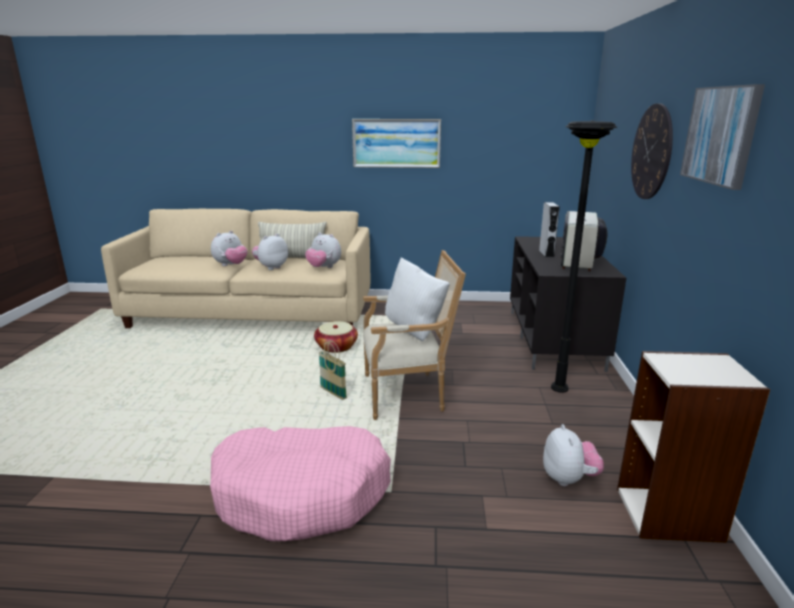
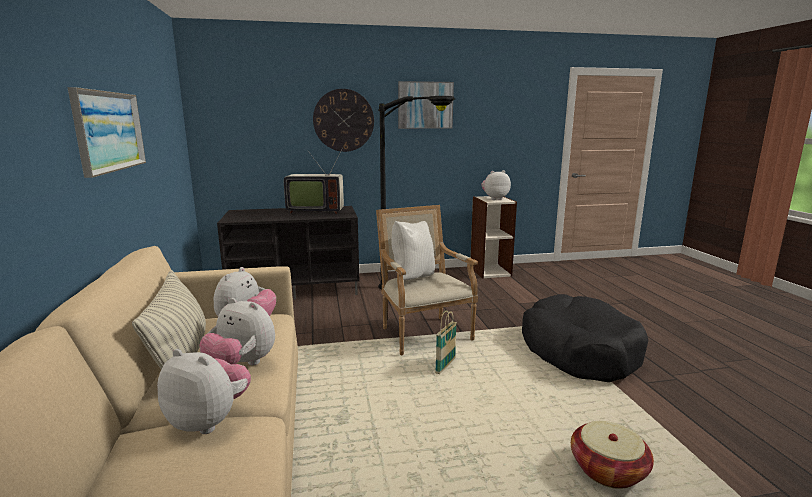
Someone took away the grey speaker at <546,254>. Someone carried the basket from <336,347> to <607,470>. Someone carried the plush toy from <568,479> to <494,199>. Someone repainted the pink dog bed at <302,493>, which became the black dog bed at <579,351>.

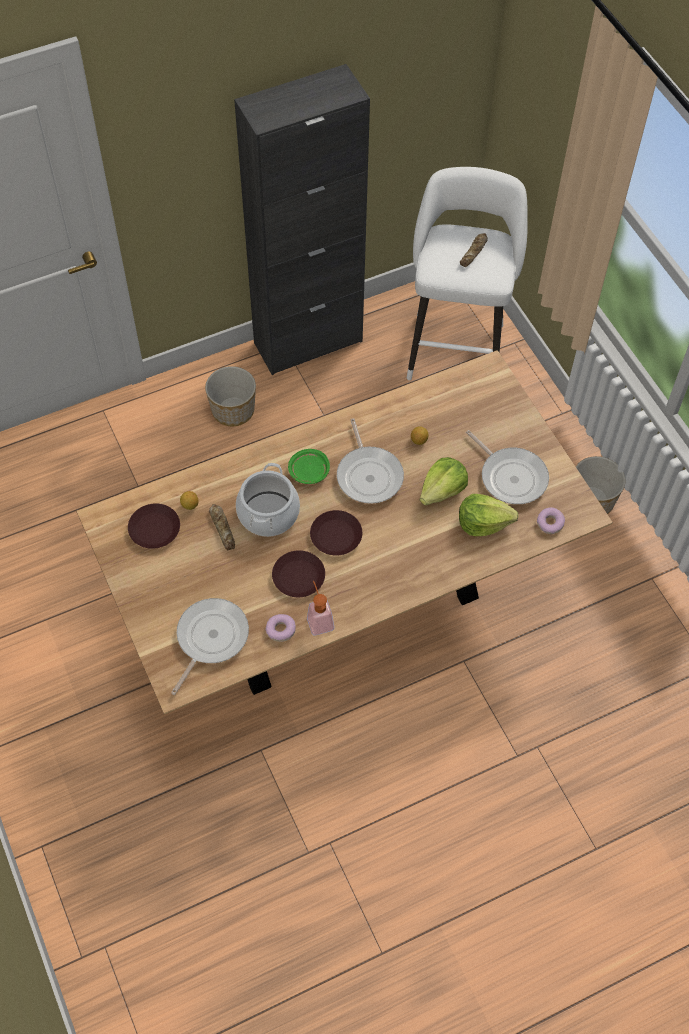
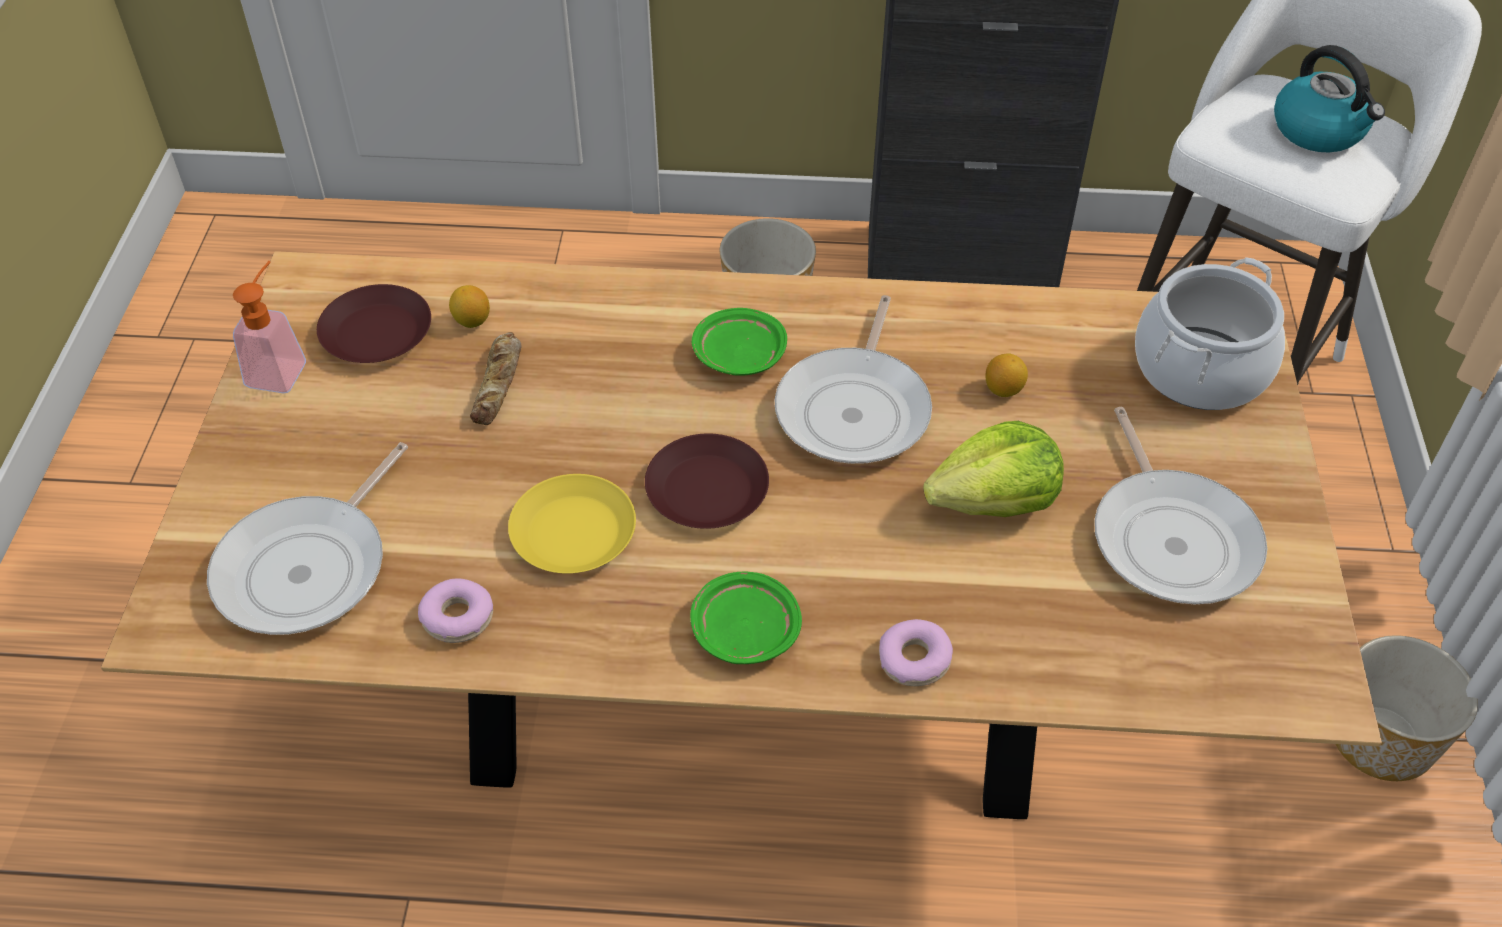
Someone took away the lettuce at <483,522>. Someone put down the green plate at <744,629>. Someone carried the cooking pot from <268,514> to <1199,369>. Someone carried the soap dispenser from <319,619> to <281,367>. Someone carried the donut from <550,523> to <913,660>. Someone swapped the bread at <474,252> for the kettle at <1319,131>. Someone repainted the brown plate at <298,577>, which became the yellow plate at <572,533>. Someone rotated the frying pan at <210,638> by 150 degrees clockwise.

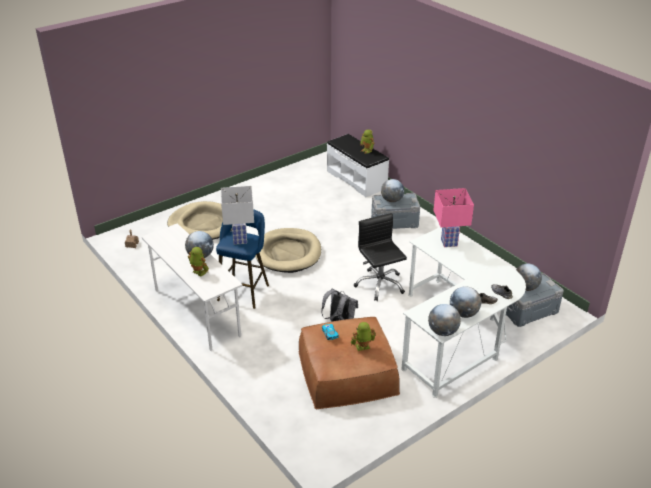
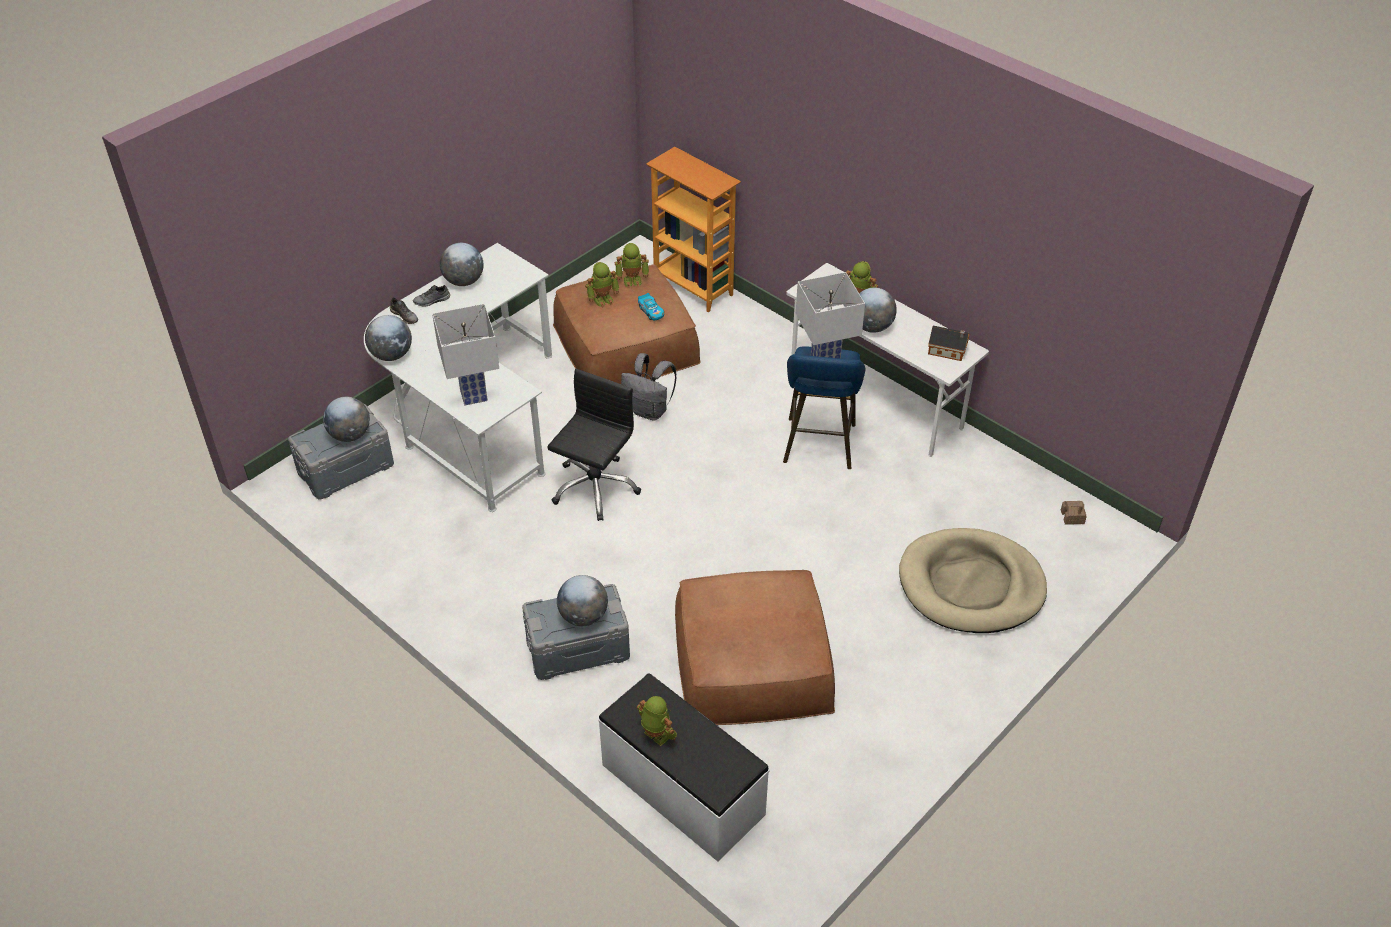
Someone took away the beige dog bed at <288,253>. Someone put down the toy robot at <632,280>. Someone put down the bookcase at <694,287>. Someone put down the brown ottoman at <752,661>. Someone put down the toy house at <948,351>. Someone carried the globe from <443,332> to <391,355>. Someone repainted the pink table lamp at <449,242>, which became the white table lamp at <473,396>. Someone rotated the black office chair at <379,285> by 120 degrees counterclockwise.

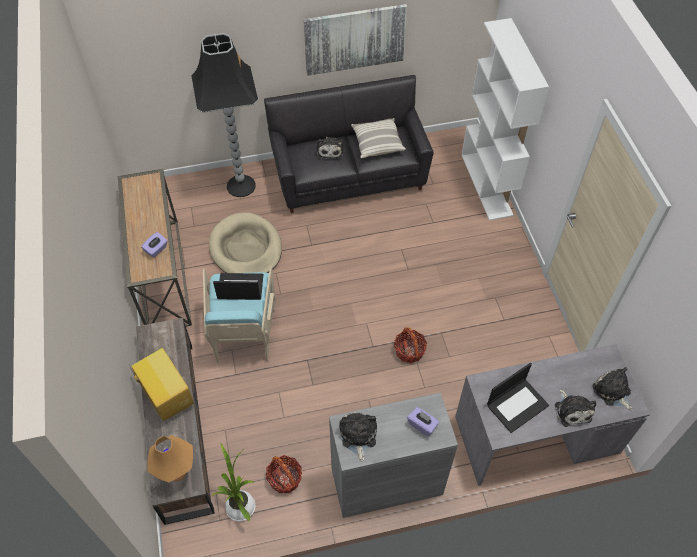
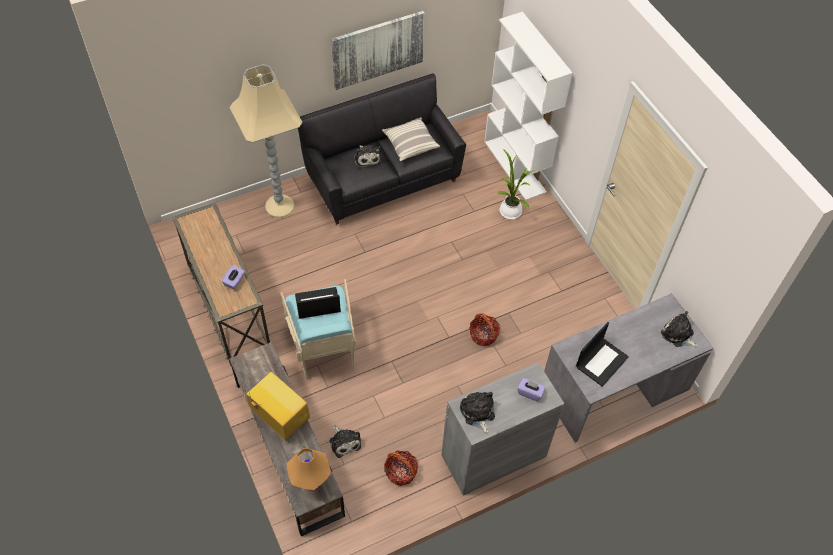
Someone took away the beige dog bed at <246,248>. Someone carried the potted plant from <240,504> to <509,210>. Someone carried the plush toy from <572,410> to <344,442>. Someone repainted the black floor lamp at <241,185>, which became the beige floor lamp at <280,205>.

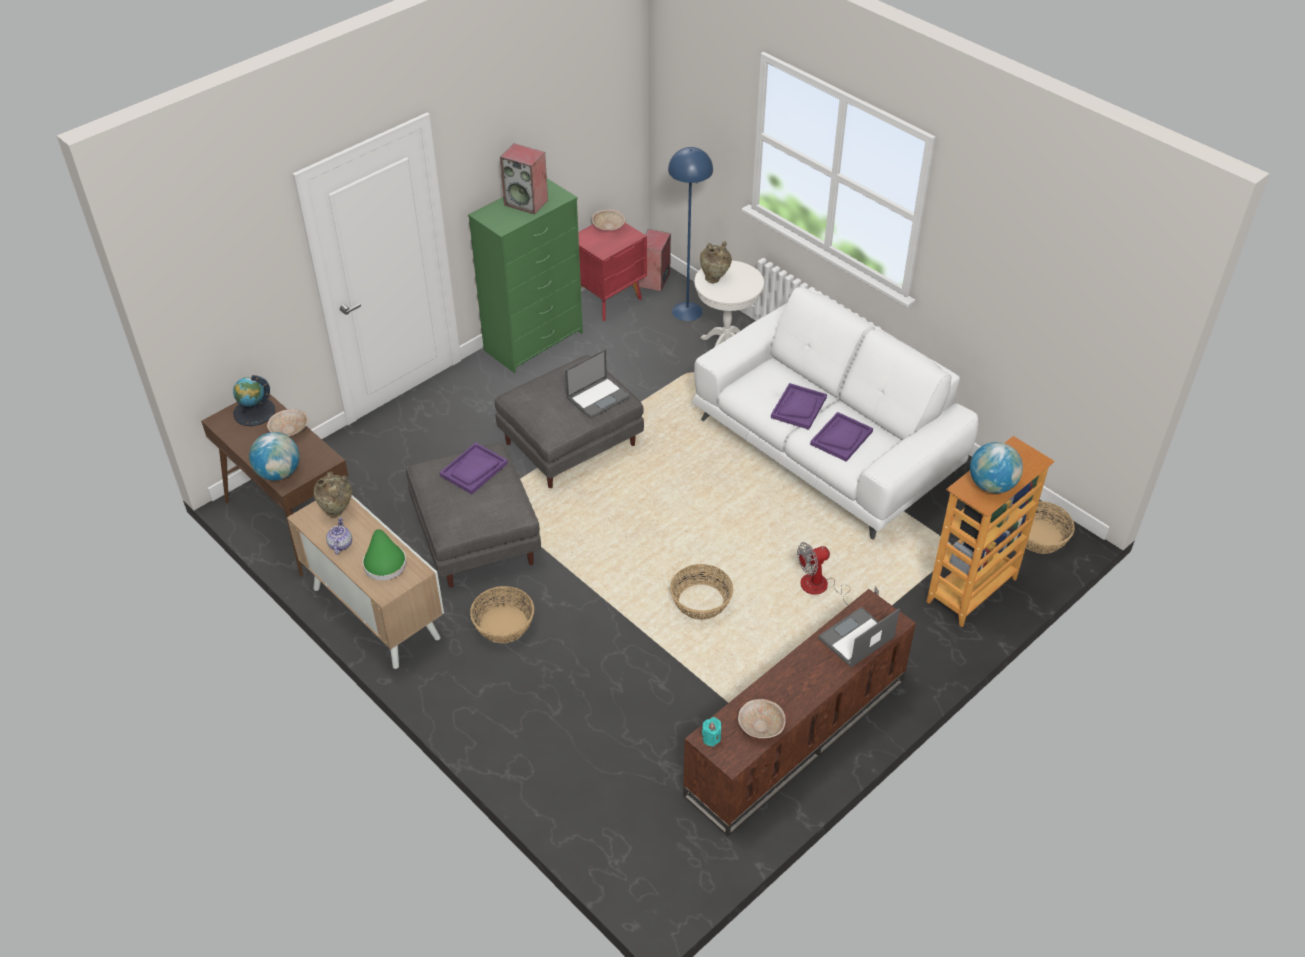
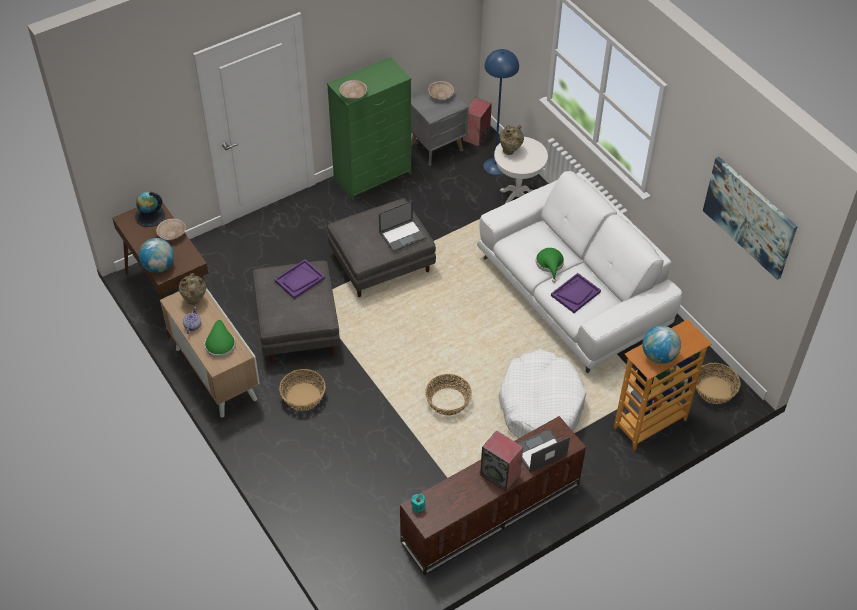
Someone put up the picture at <749,217>. Someone carried the speaker from <527,202> to <500,474>. Someone carried the beige bowl from <760,725> to <353,95>. Someone swapped the purple tray at <798,407> for the green hat at <550,264>. Someone swapped the fan at <823,588> for the white dog bed at <540,405>. Someone repainted the red nightstand at <609,299>, which became the grey nightstand at <437,148>.

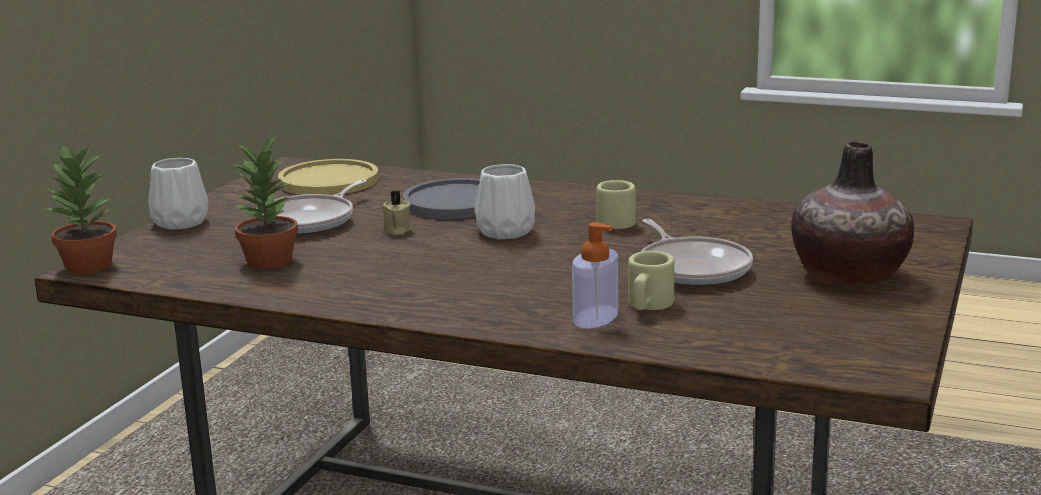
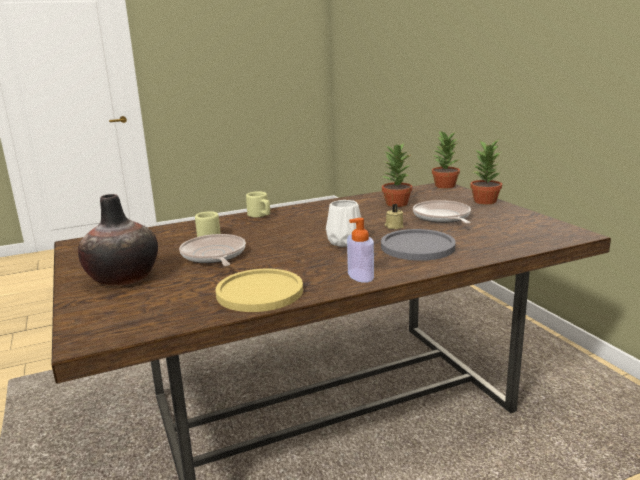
Someone carried the yellow plate from <329,180> to <259,292>. Someone carried the soap dispenser from <595,317> to <360,275>. Someone carried the beige mug from <616,221> to <260,215>. Someone swapped the white vase at <181,222> for the potted plant at <485,201>. Someone rotated the frying pan at <692,268> by 45 degrees clockwise.

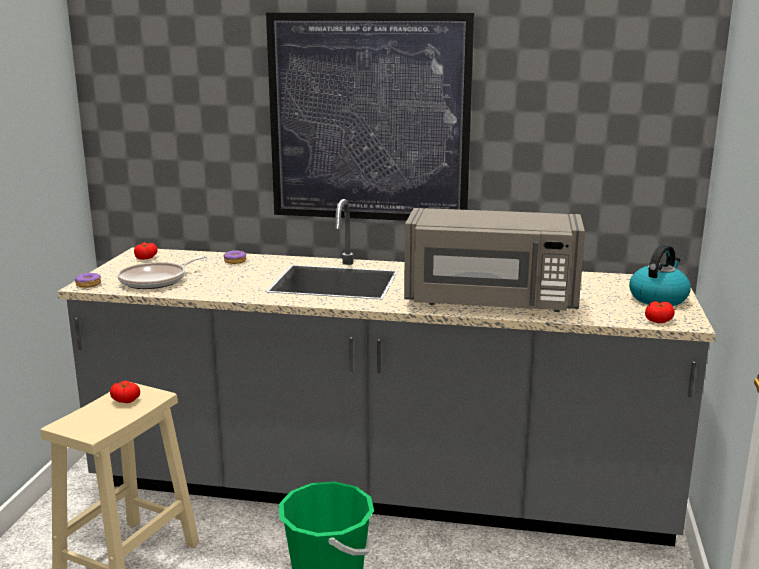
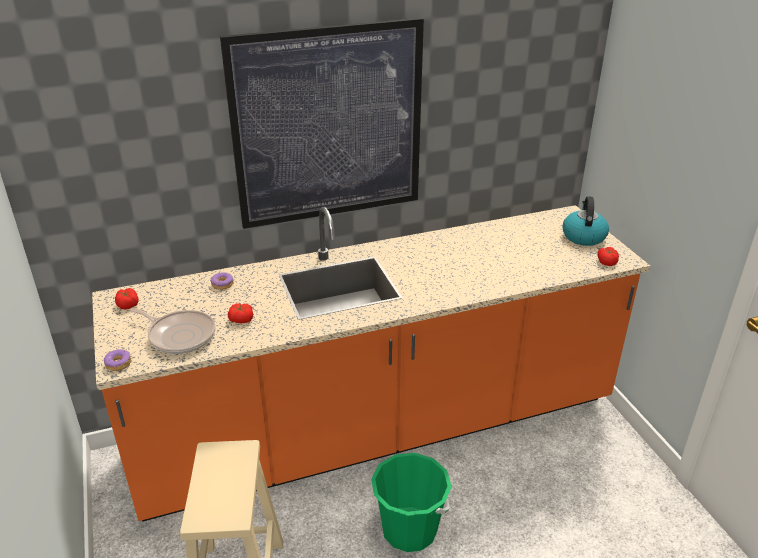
Someone took away the grey microwave at <491,302>. Someone carried the tomato from <125,399> to <241,319>. Someone repainted the grey counter at <379,490>, which became the orange counter at <379,430>. Someone rotated the frying pan at <156,280> by 75 degrees counterclockwise.

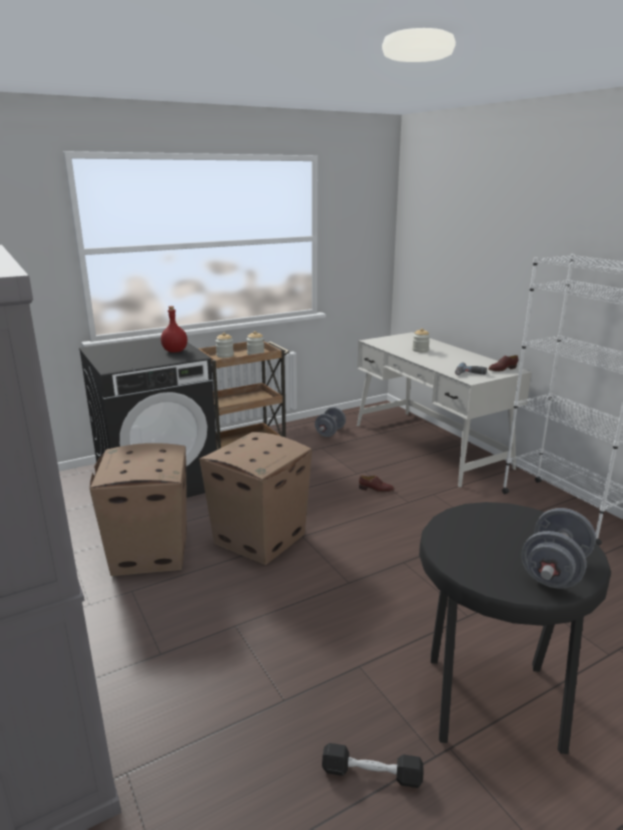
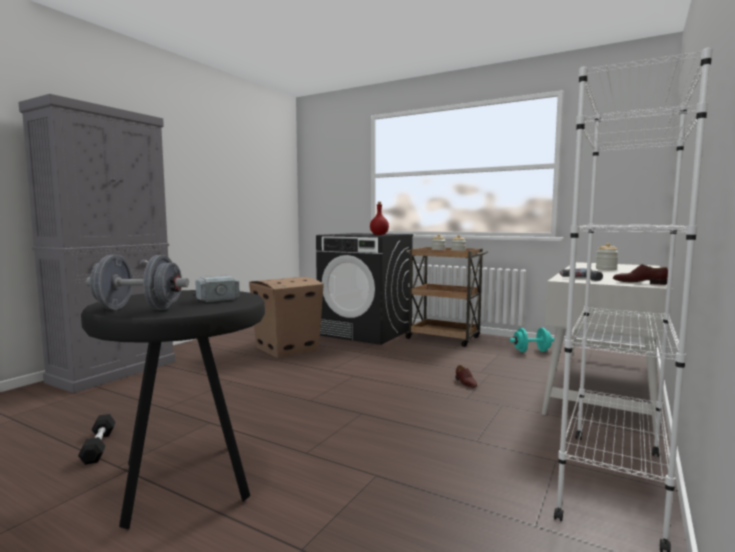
Someone took away the cardboard box at <261,538>. Someone put down the hammer at <212,296>. Someone repainted the grey dumbbell at <330,432>, which became the turquoise dumbbell at <531,351>.

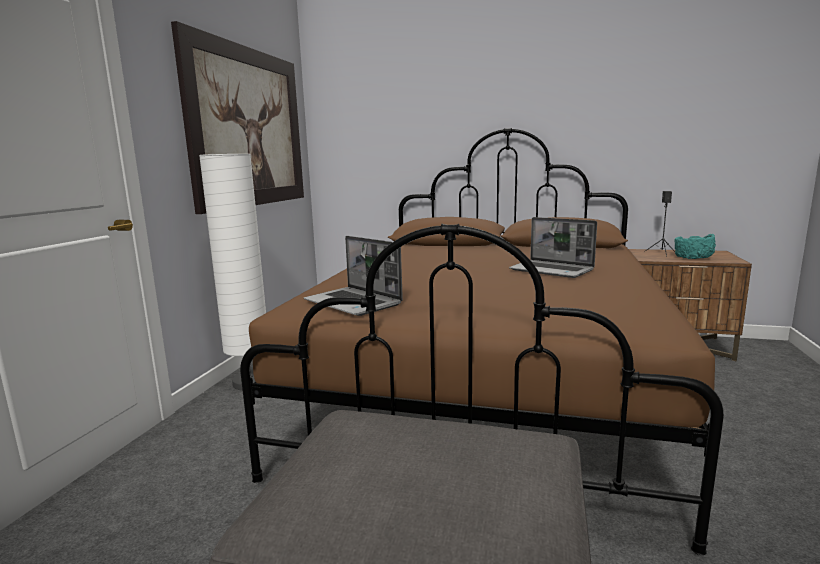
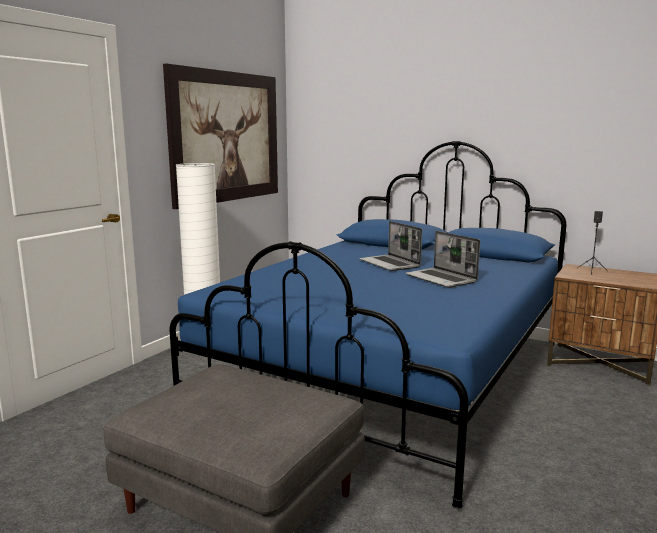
Someone took away the turquoise bowl at <693,258>. Someone carried the laptop from <354,303> to <390,264>. Someone repainted the brown bed at <488,387>, which became the blue bed at <391,375>.

